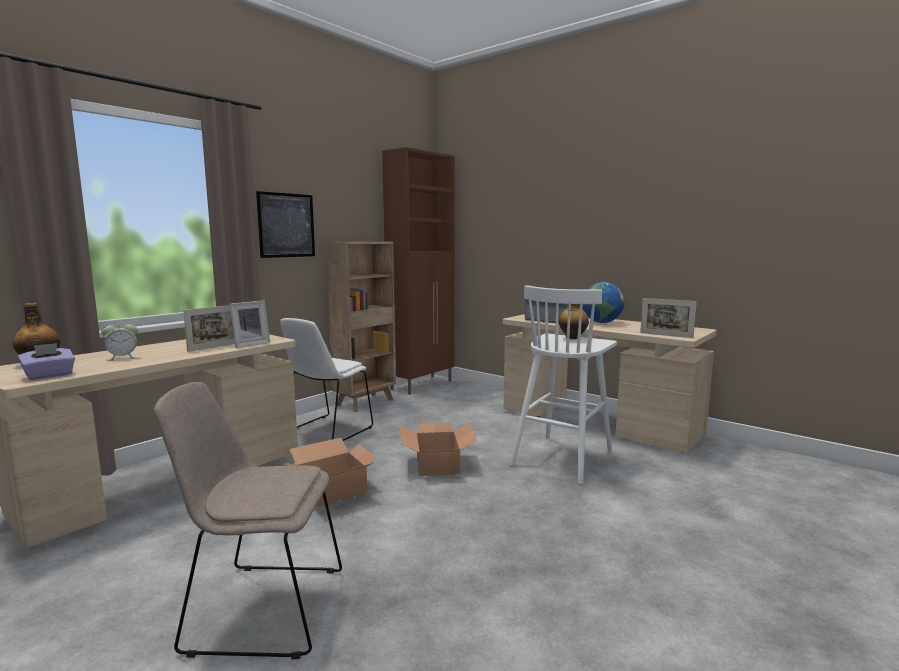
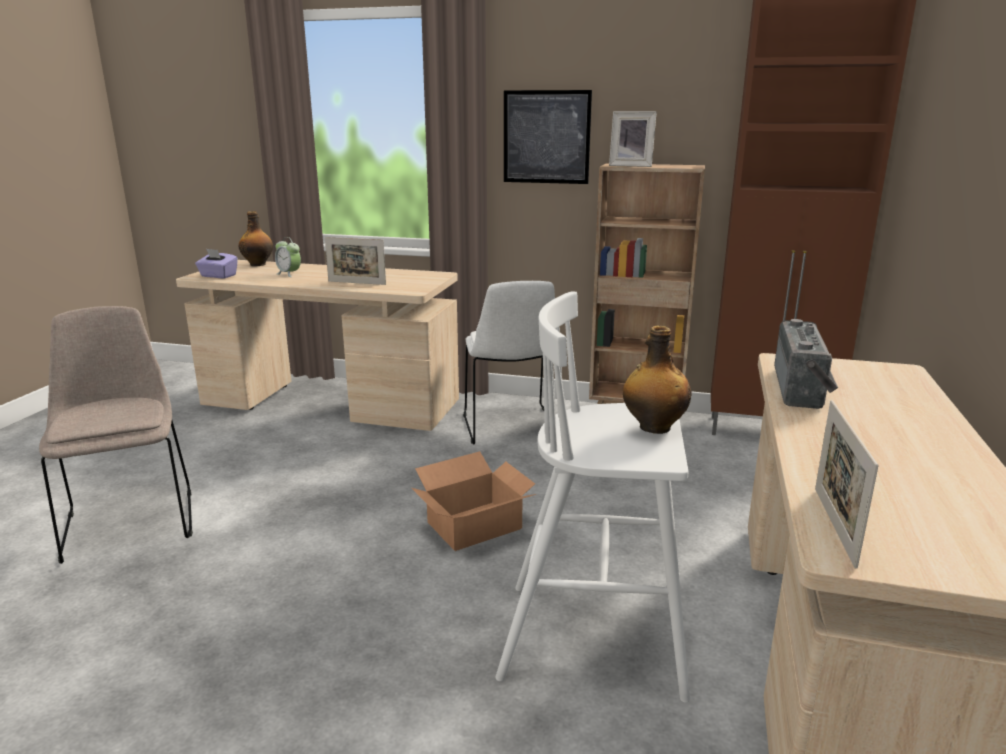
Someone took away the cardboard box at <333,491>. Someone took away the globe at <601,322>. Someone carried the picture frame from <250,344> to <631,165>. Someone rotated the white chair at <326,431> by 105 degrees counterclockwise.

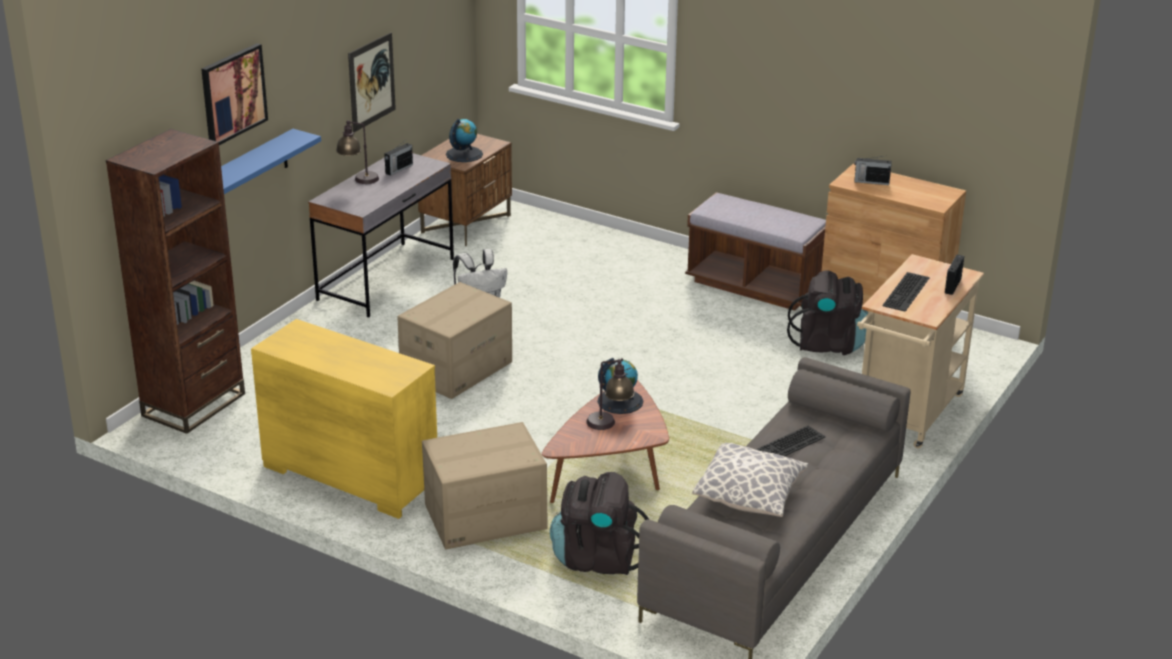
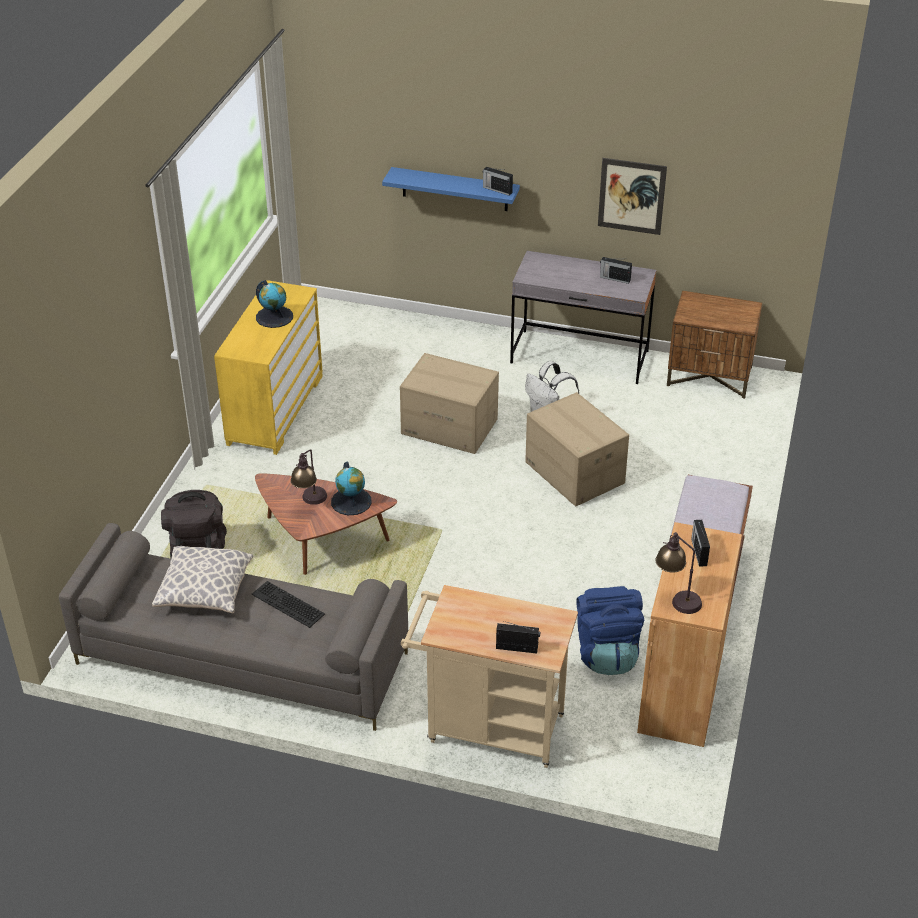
Someone took away the brown bookcase at <194,405>. Someone took away the picture at <233,94>. Someone took away the keyboard at <907,292>. Someone put down the radio at <497,190>. Someone carried the table lamp from <358,181> to <676,598>. Someone carried the cardboard box from <485,518> to <573,473>. Someone carried the globe from <464,154> to <274,317>. Someone repainted the black backpack at <828,344>, which became the blue backpack at <607,653>.

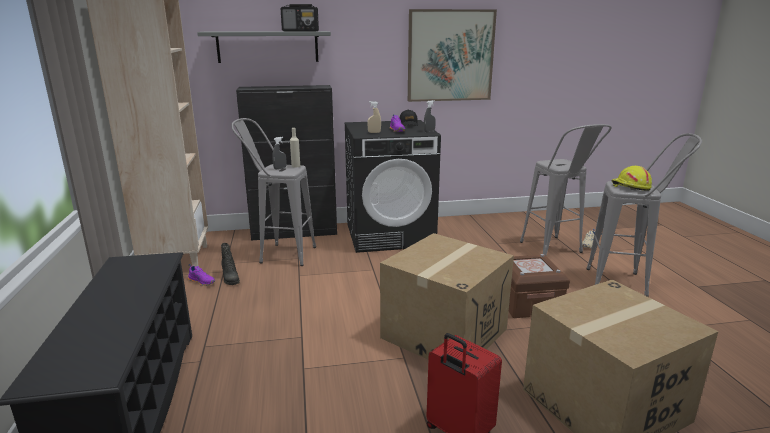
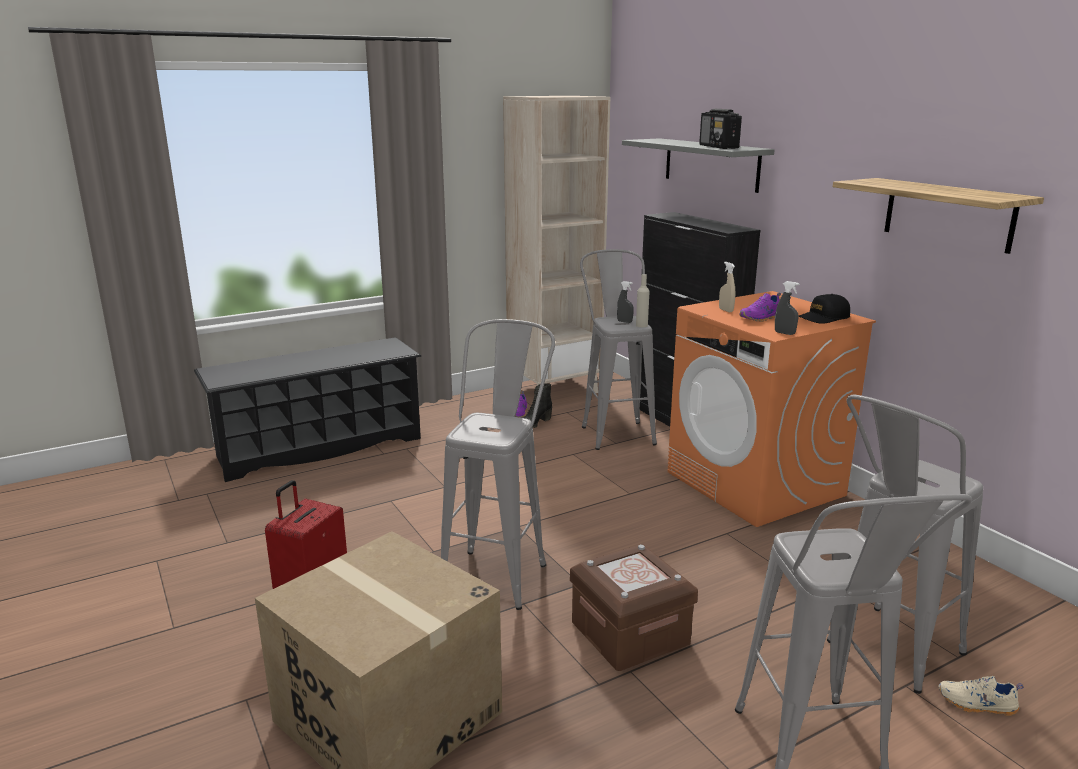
Someone took away the yellow hard hat at <630,187>. Someone swapped the cardboard box at <444,333> for the grey stool at <499,570>. Someone swapped the picture at <450,56> for the shelf at <948,214>. Someone repainted the black washing machine at <390,235>, which became the orange washing machine at <755,484>.

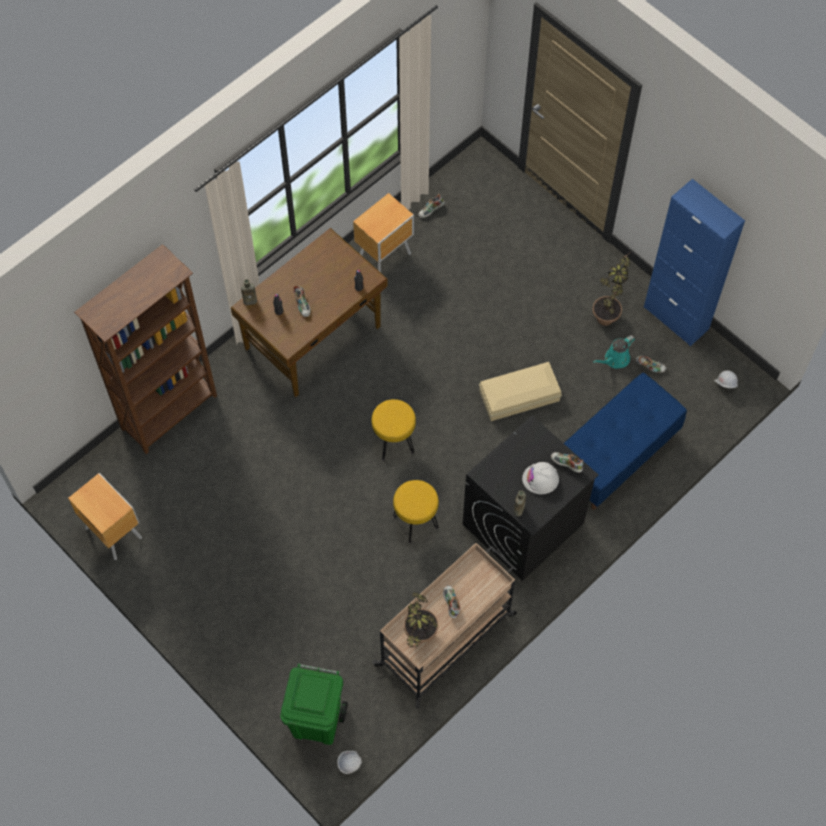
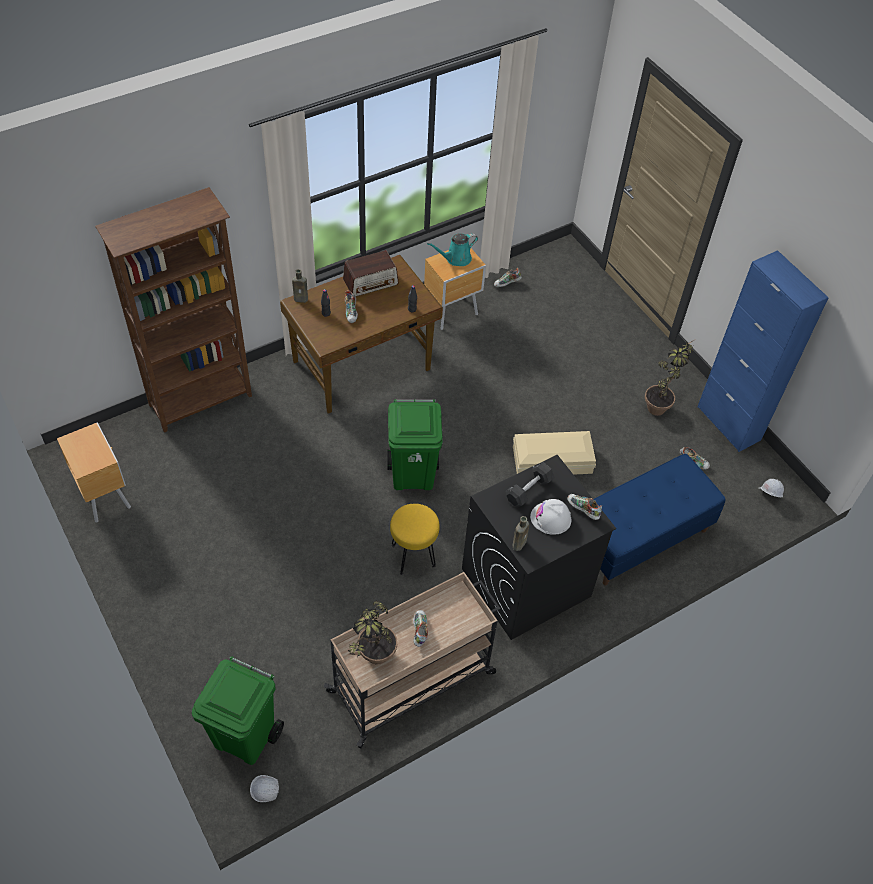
Someone put down the radio at <371,282>. Someone put down the black dumbbell at <529,490>. Someone carried the turquoise watering can from <615,359> to <456,259>. Someone swapped the yellow stool at <394,442> for the green trash can at <413,475>.

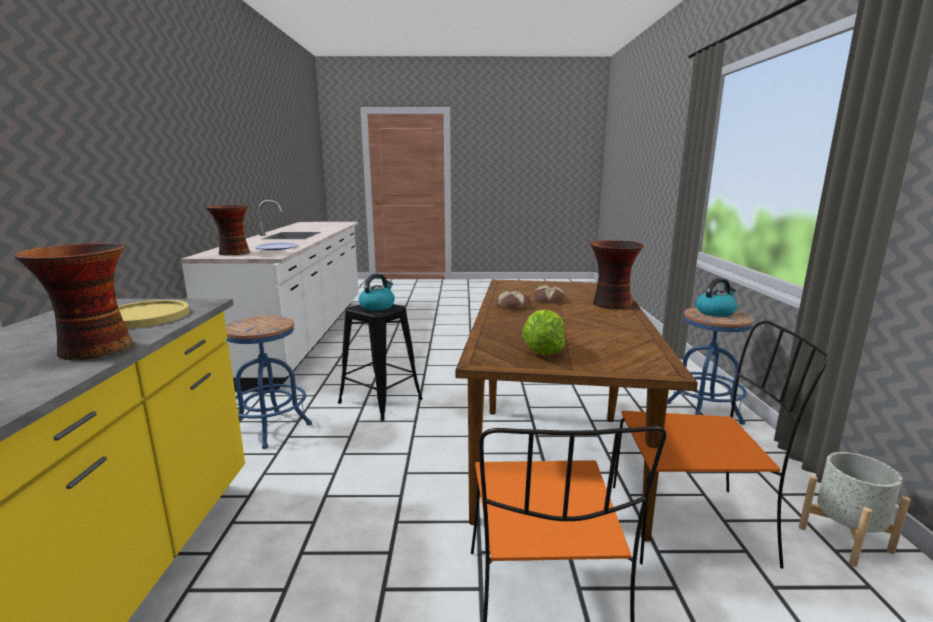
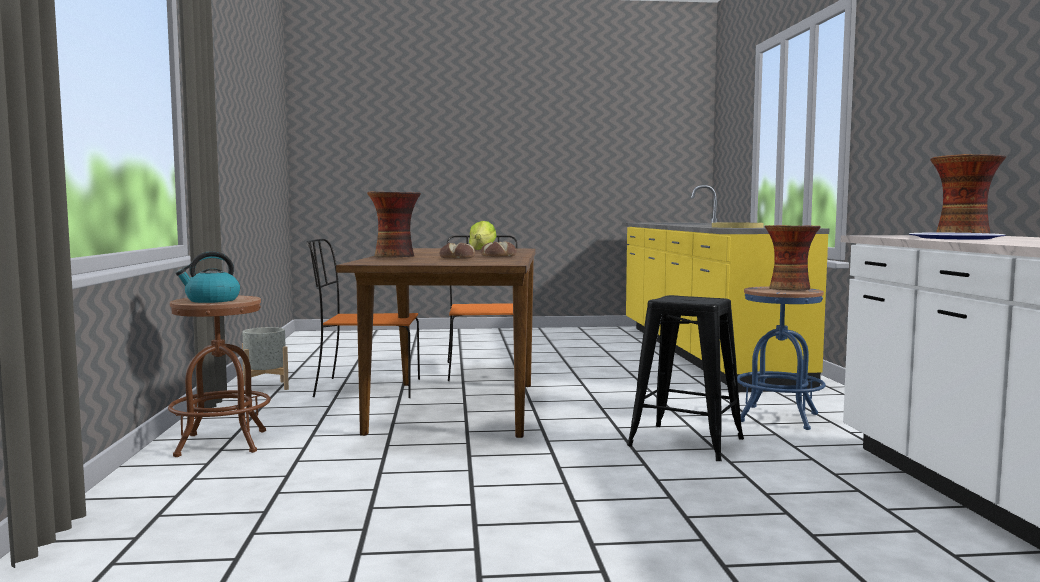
Someone took away the kettle at <377,306>. Someone carried the vase from <93,350> to <789,289>. Someone repainted the blue stool at <703,413>, which became the brown stool at <222,443>.

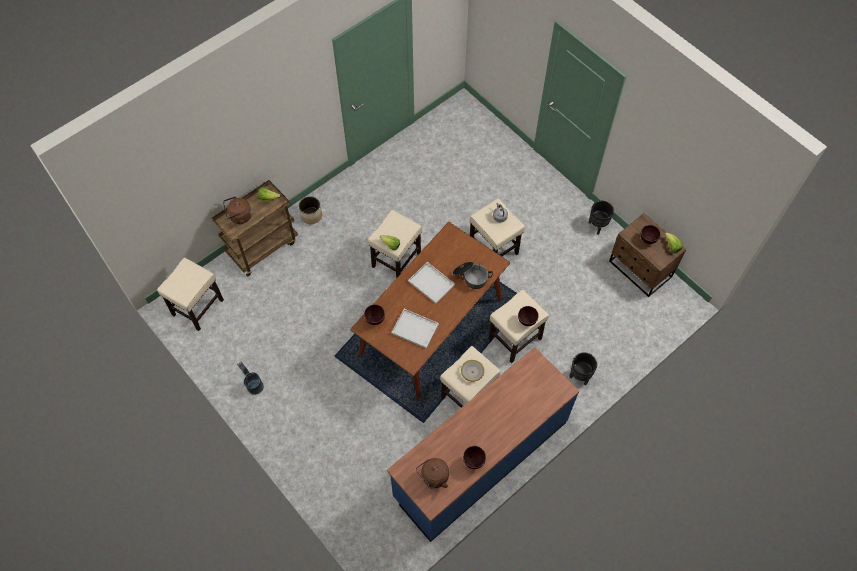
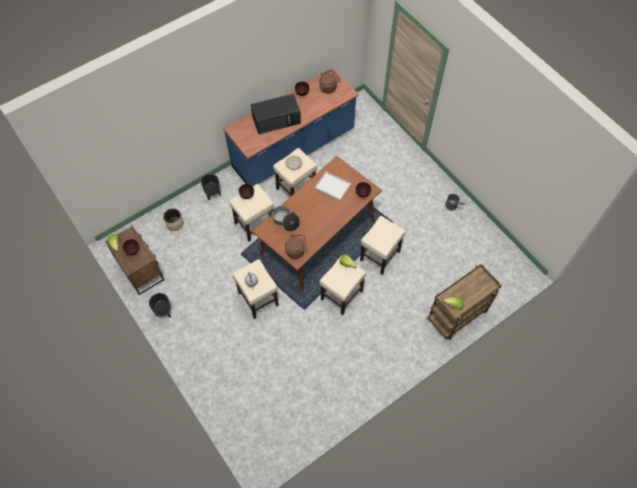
Someone took away the white tray at <432,283>. Someone put down the black microwave at <277,120>. Someone carried the beige stool from <198,307> to <379,256>. Someone carried the brown kettle from <239,217> to <296,251>. Someone carried the planter from <311,216> to <174,223>.

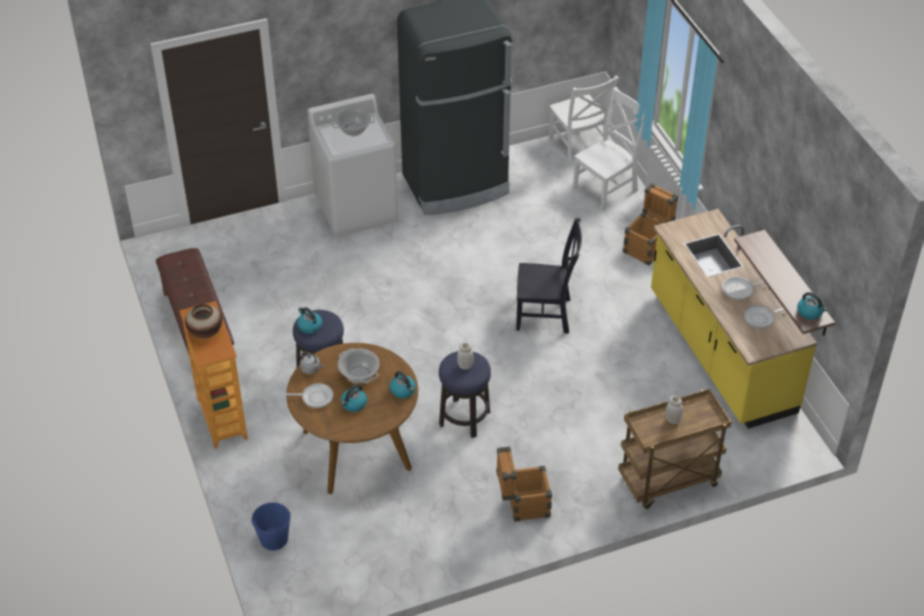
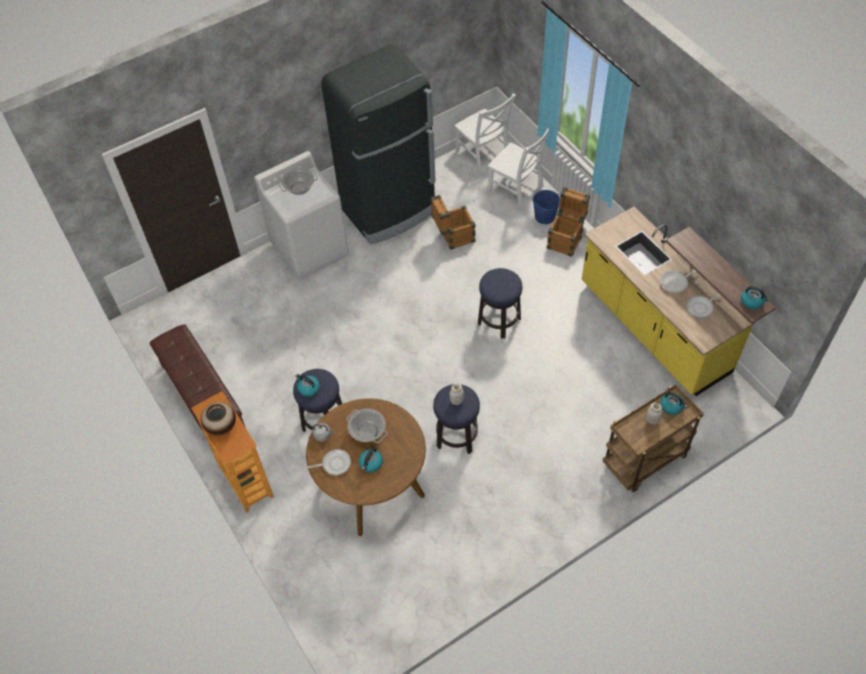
Someone carried the blue bucket from <274,539> to <545,216>. Someone carried the kettle from <403,391> to <672,406>. Someone carried the crate from <522,505> to <453,237>. Someone swapped the black chair at <546,315> for the stool at <499,321>. Someone rotated the white chair at <607,188> by 90 degrees clockwise.

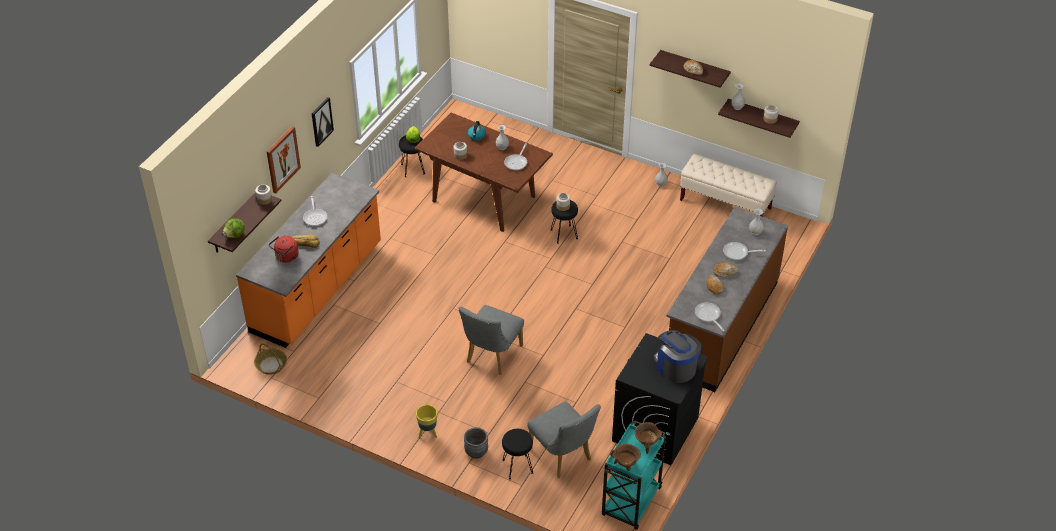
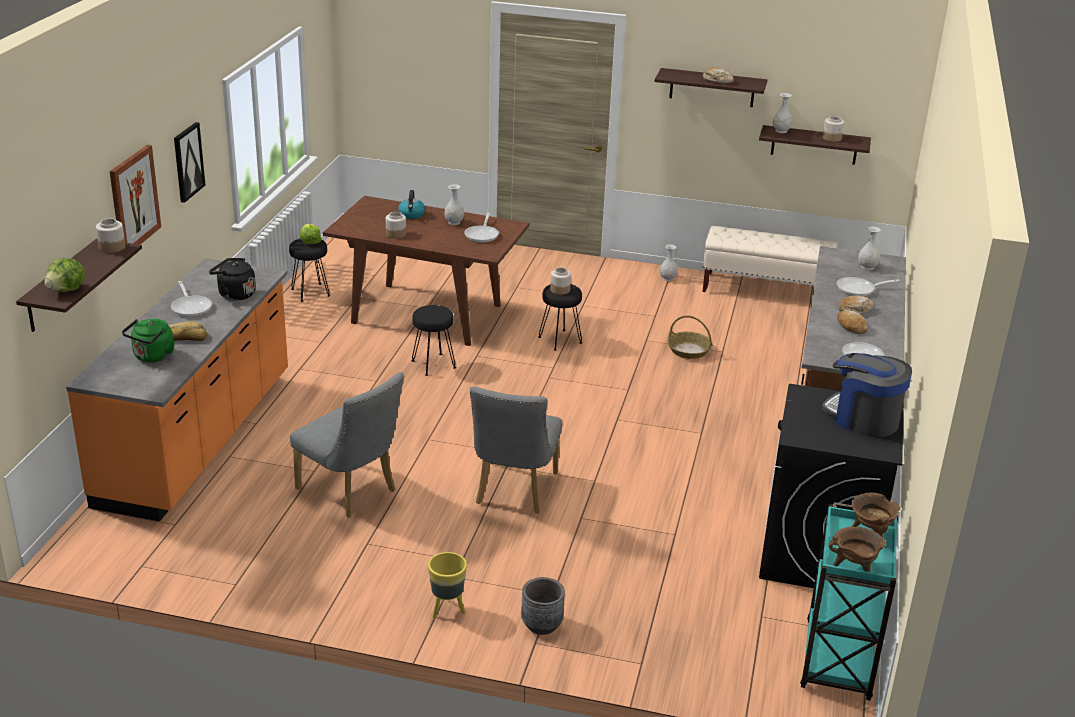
Someone put down the black kettle at <234,294>. Someone carried the basket from <271,365> to <689,350>. Someone carried the black stool from <517,466> to <433,364>. Someone carried the grey chair from <563,457> to <351,492>. Someone repainted the red kettle at <286,257>, which became the green kettle at <152,357>.

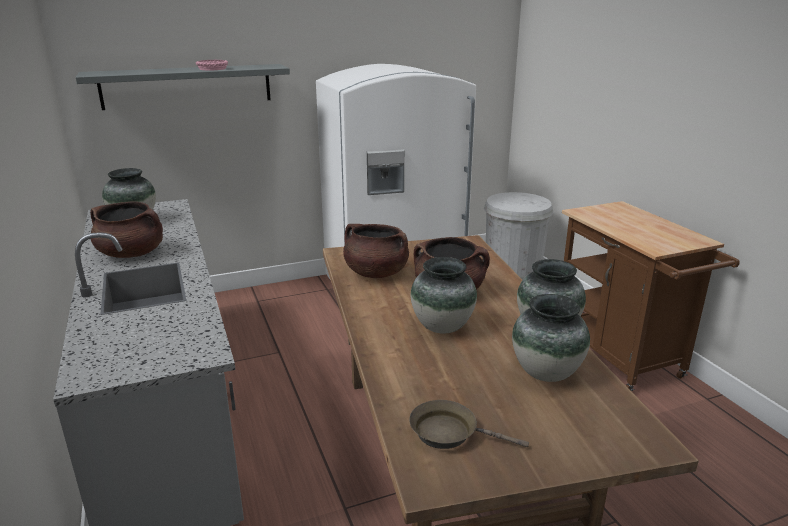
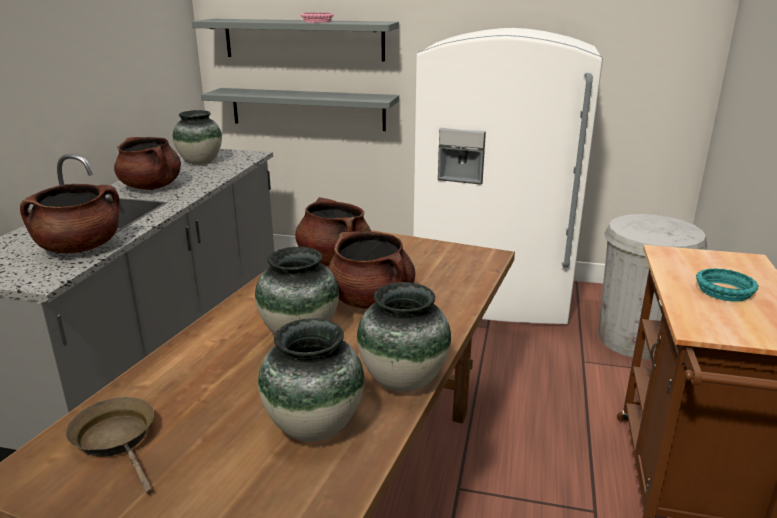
Someone put down the brown cooking pot at <80,248>. Someone put up the grey shelf at <307,109>. Someone put down the turquoise bowl at <724,290>.

